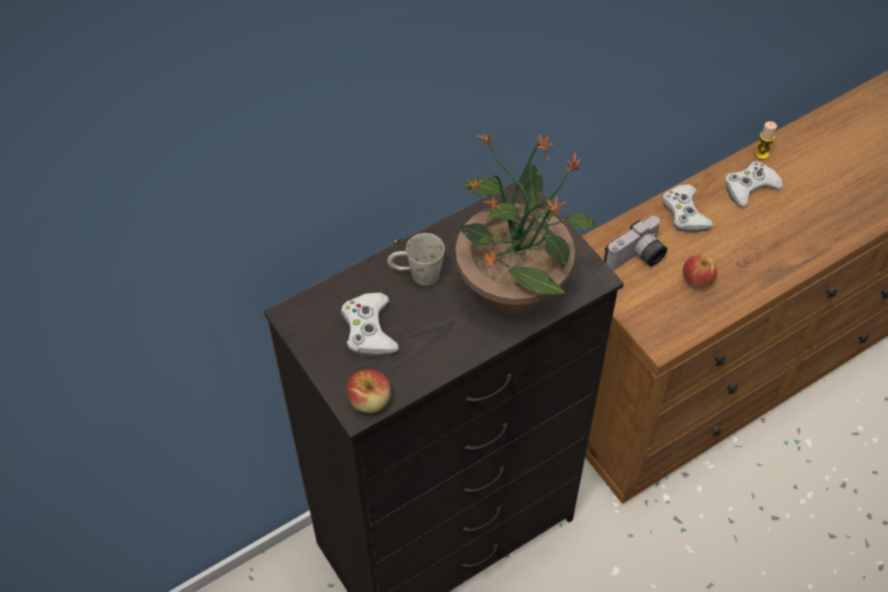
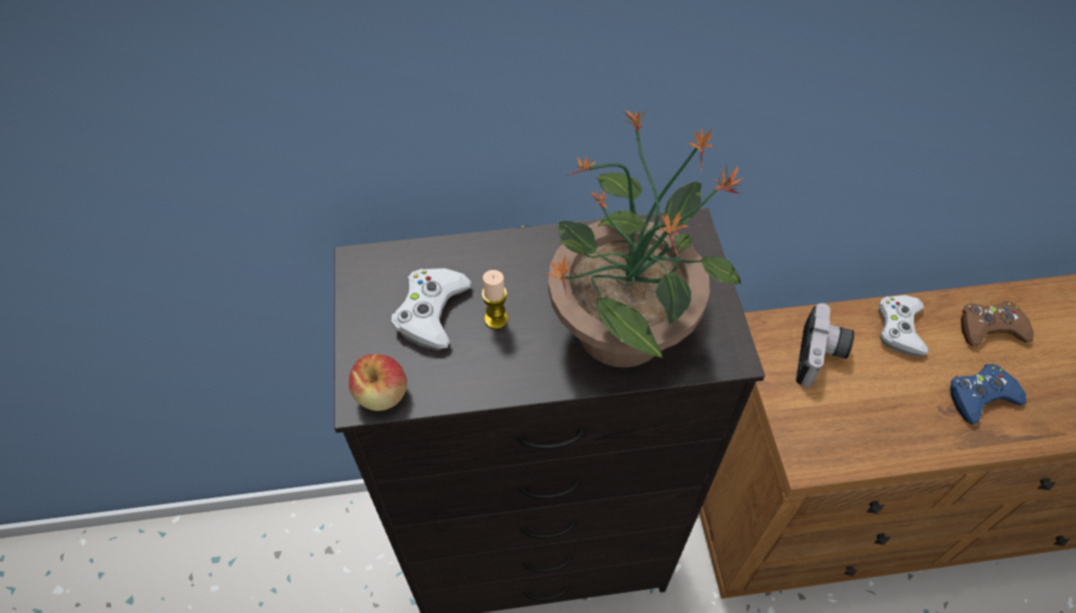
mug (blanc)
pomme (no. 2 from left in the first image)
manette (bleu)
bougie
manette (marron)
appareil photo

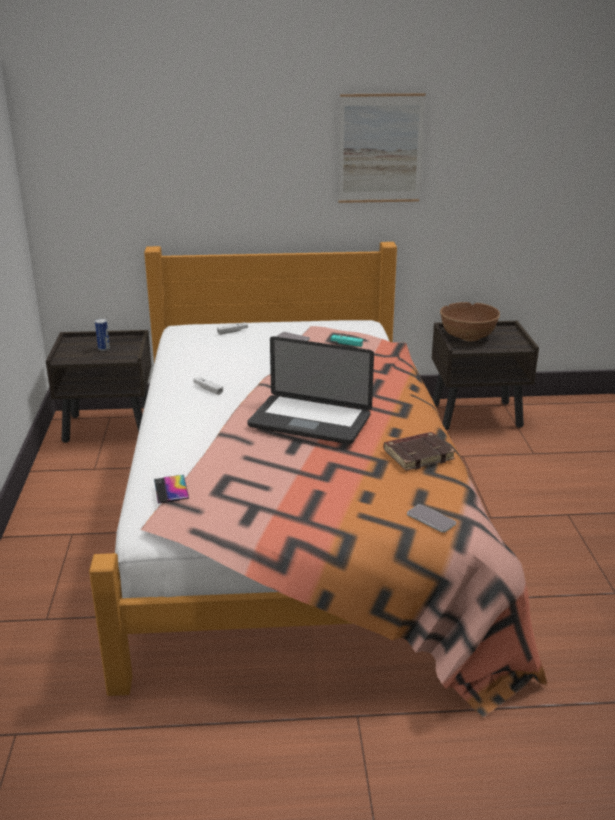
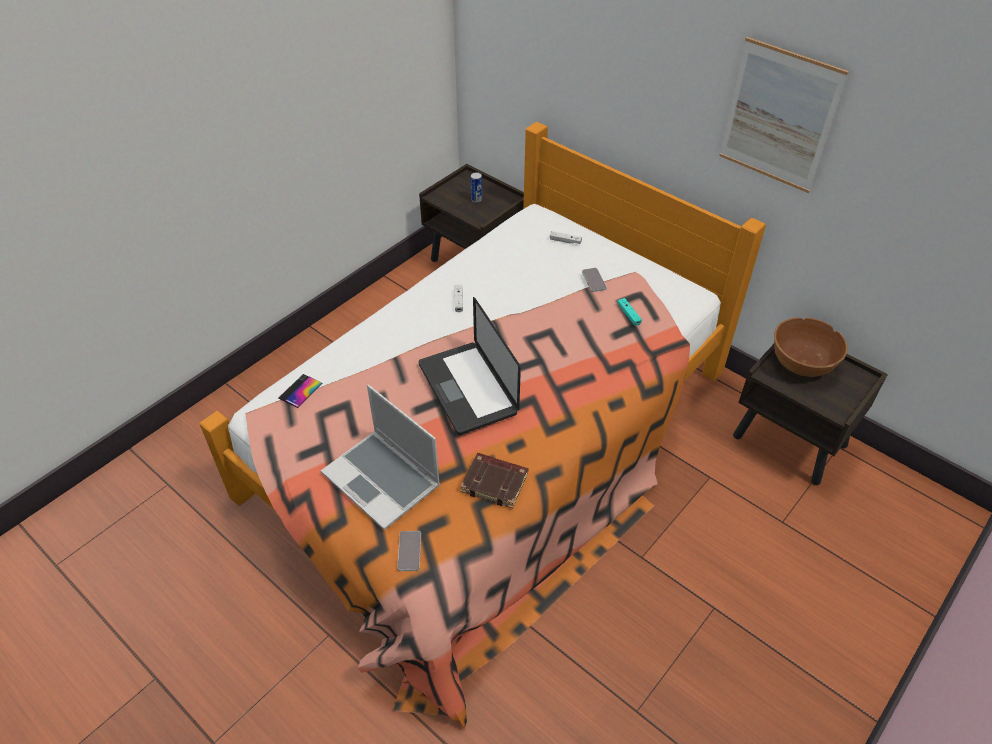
ordinateur portable (no. 1 from left)

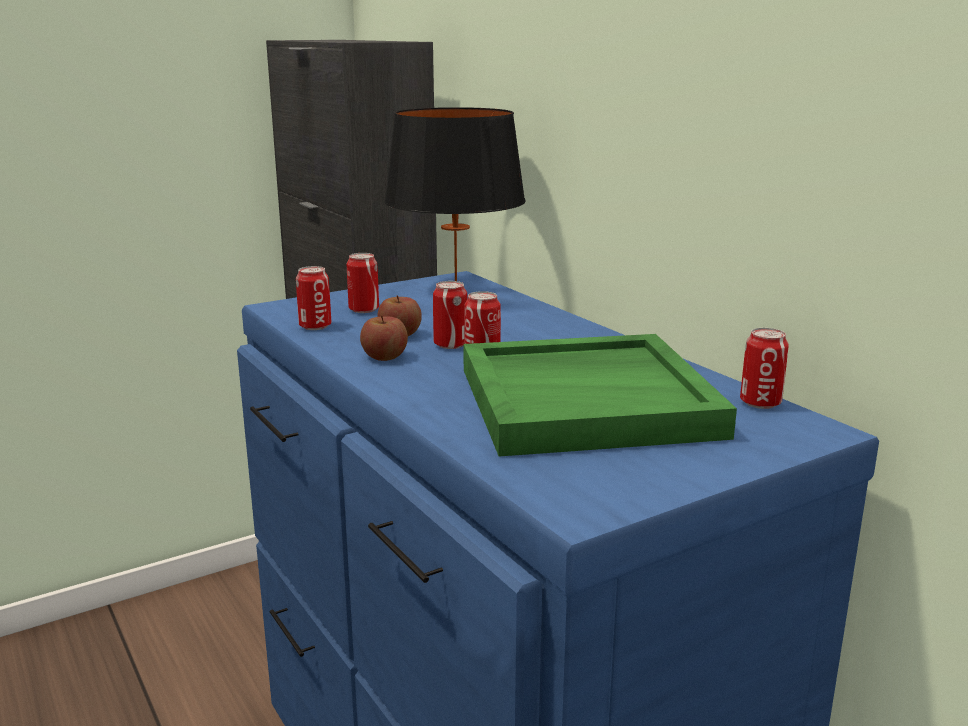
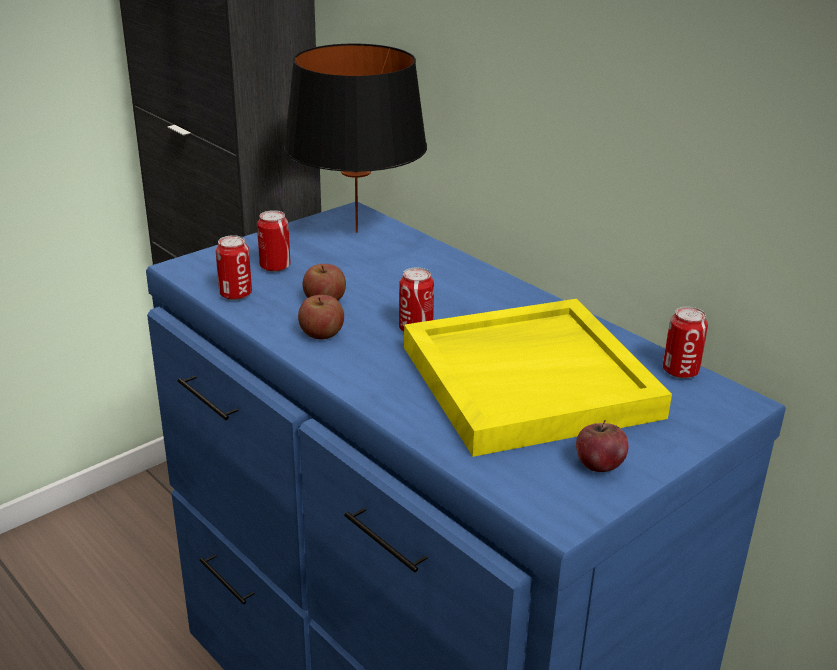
boîte métallique (no. 3 from left in the first image)
pomme (no. 3 from left)
plateau (jaune)

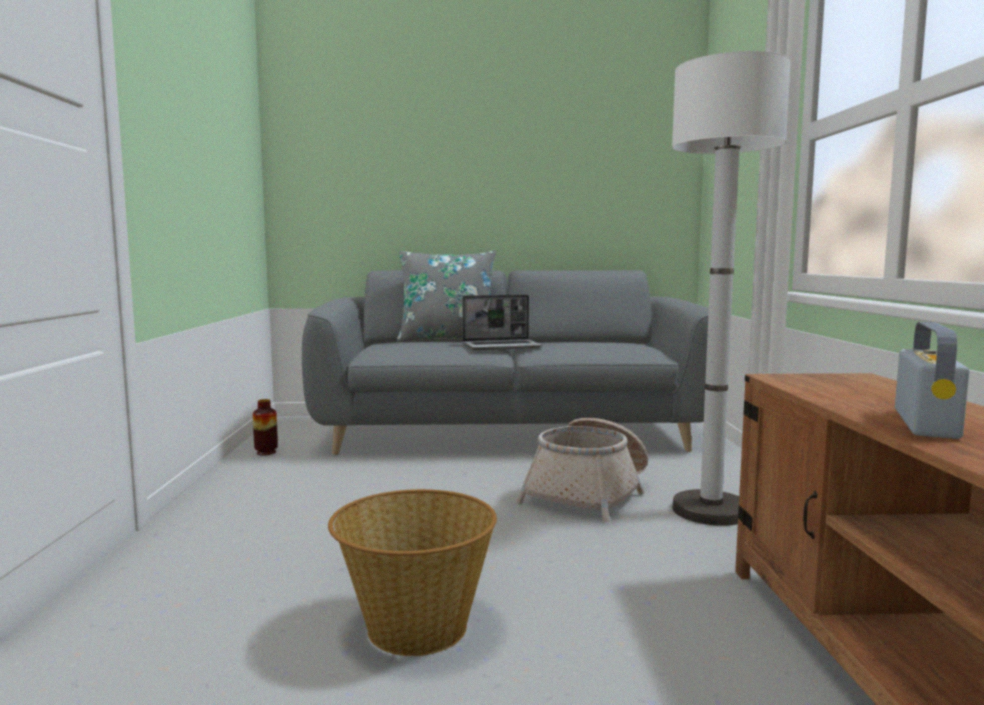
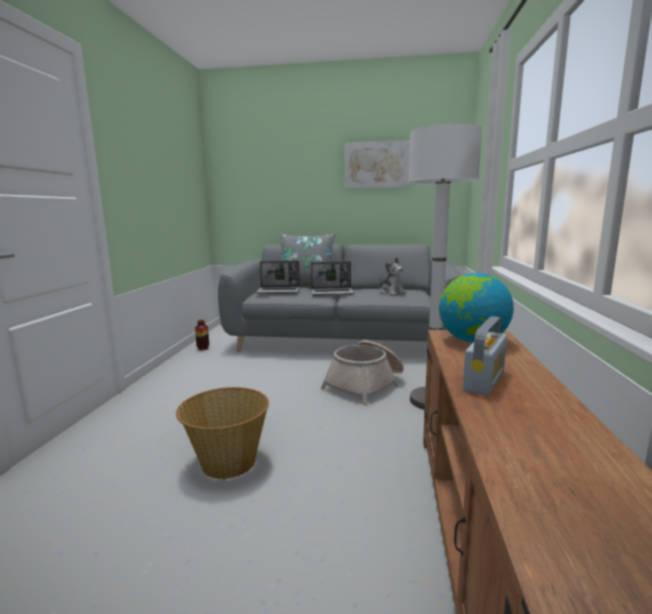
ordinateur portable (no. 1 from left)
tableau
peluche
globe

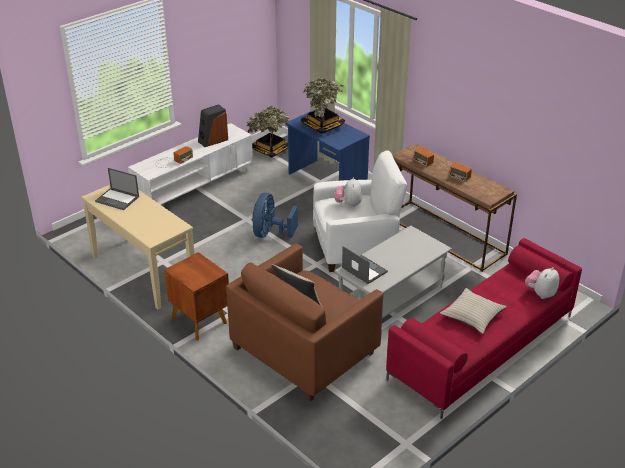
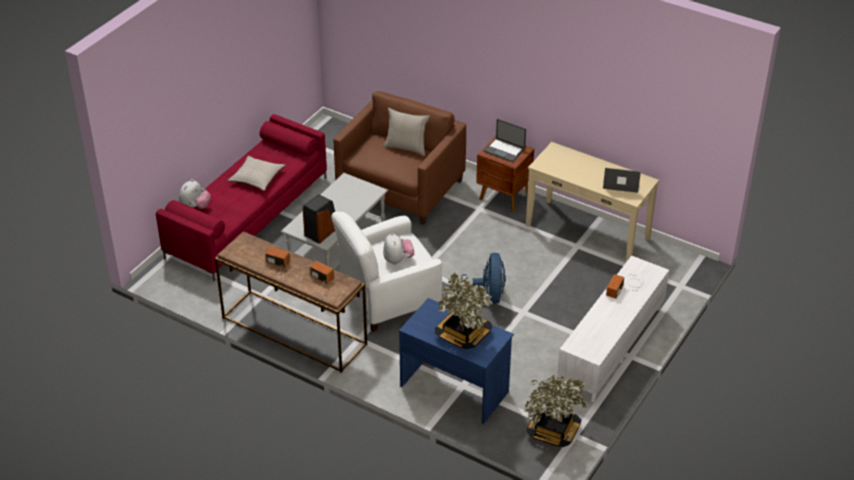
enceinte
ordinateur portable (no. 1 from left)

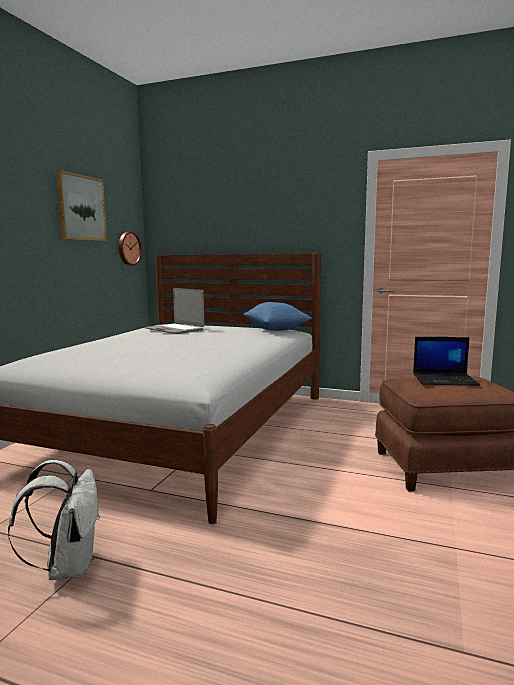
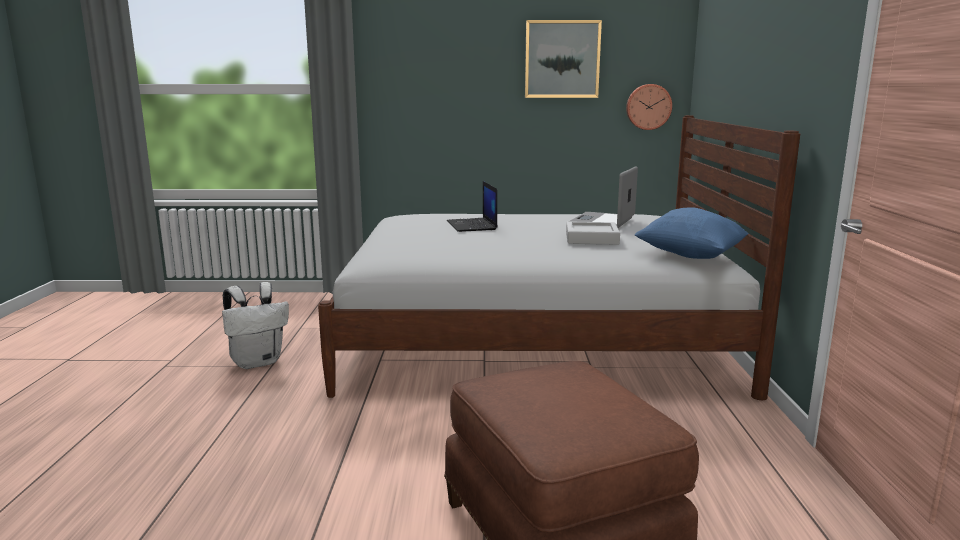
plateau (gris)
ordinateur portable (no. 1 from left)

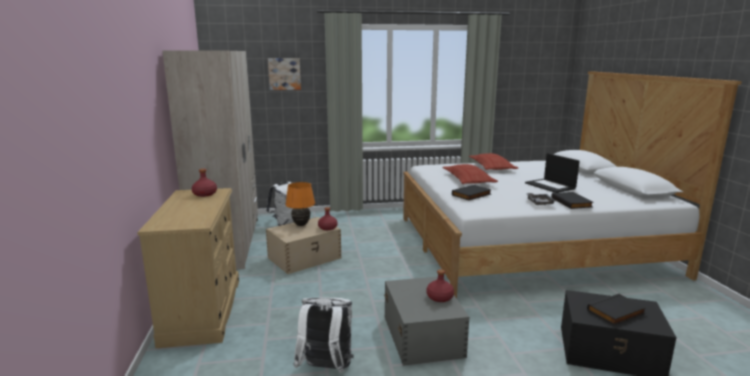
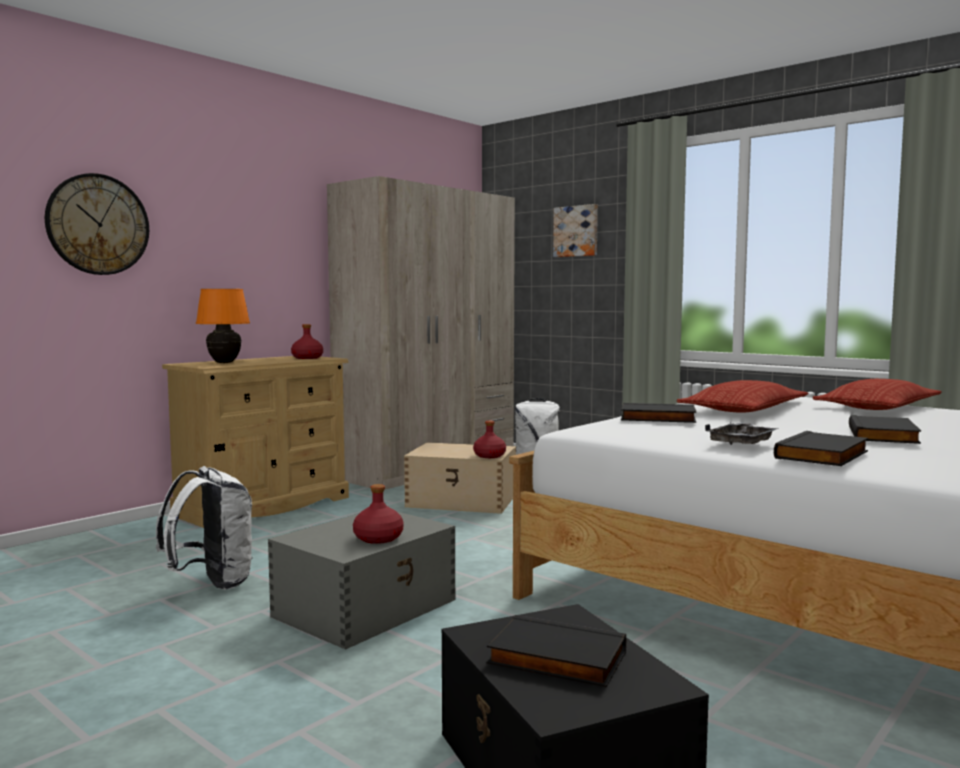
horloge murale
lampe de table (orange)
livre (noir) (no. 4 from left)

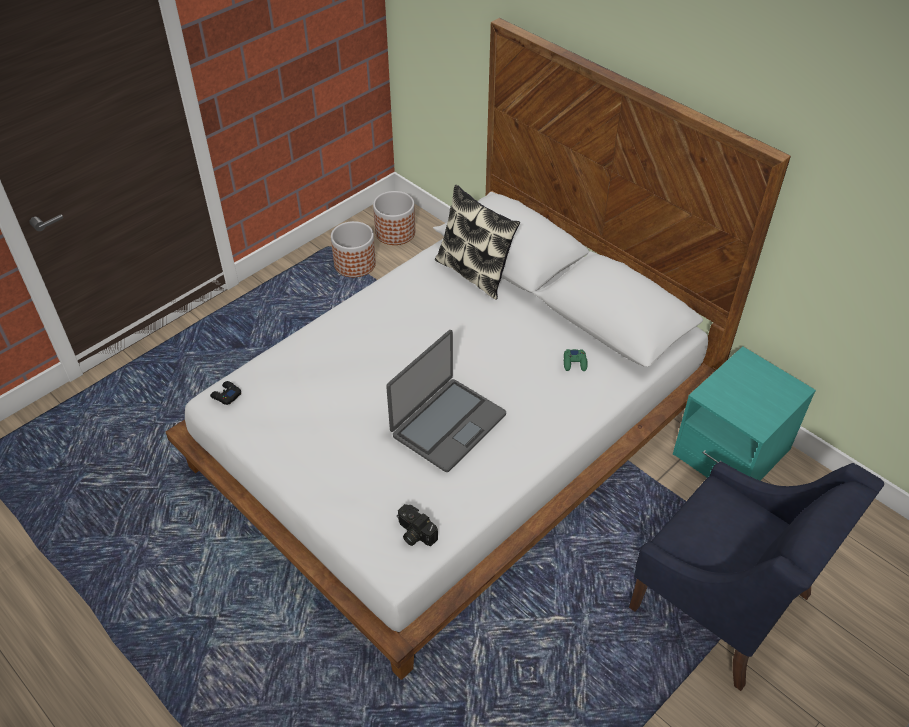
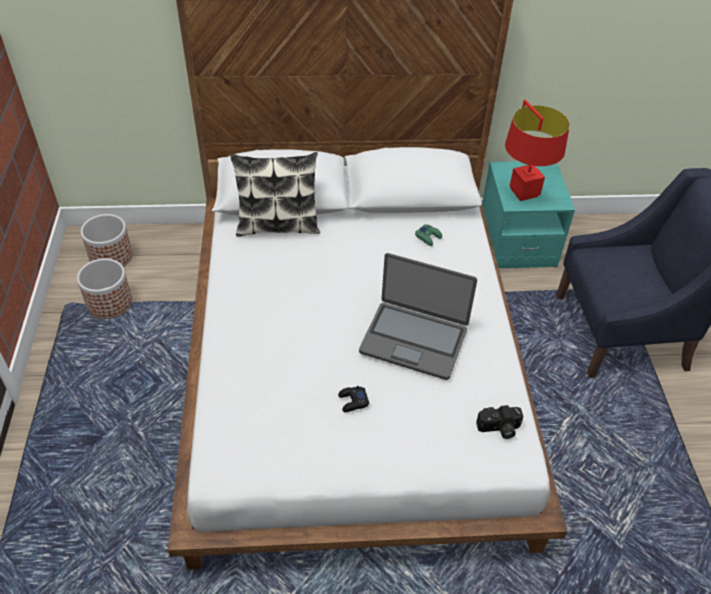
lampe de table (rouge)
manette (noir)
ordinateur portable

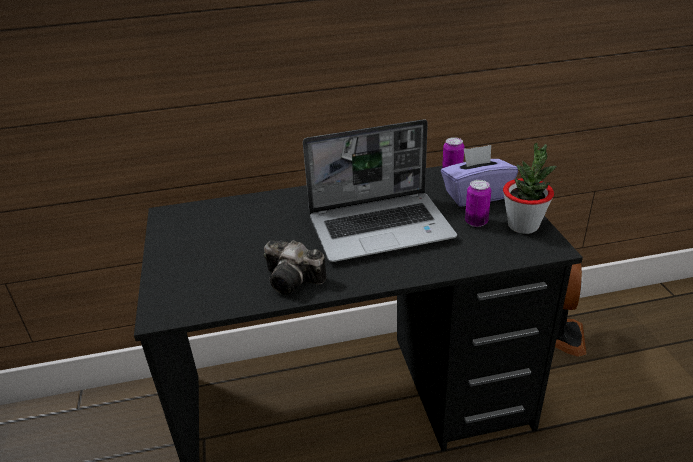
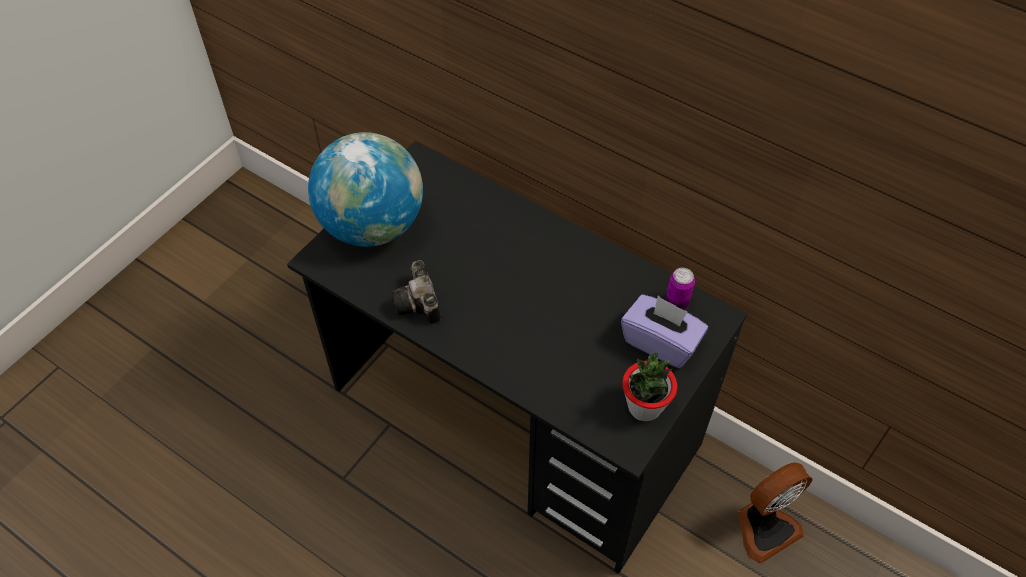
ordinateur portable
boîte métallique (no. 2 from left in the first image)
globe

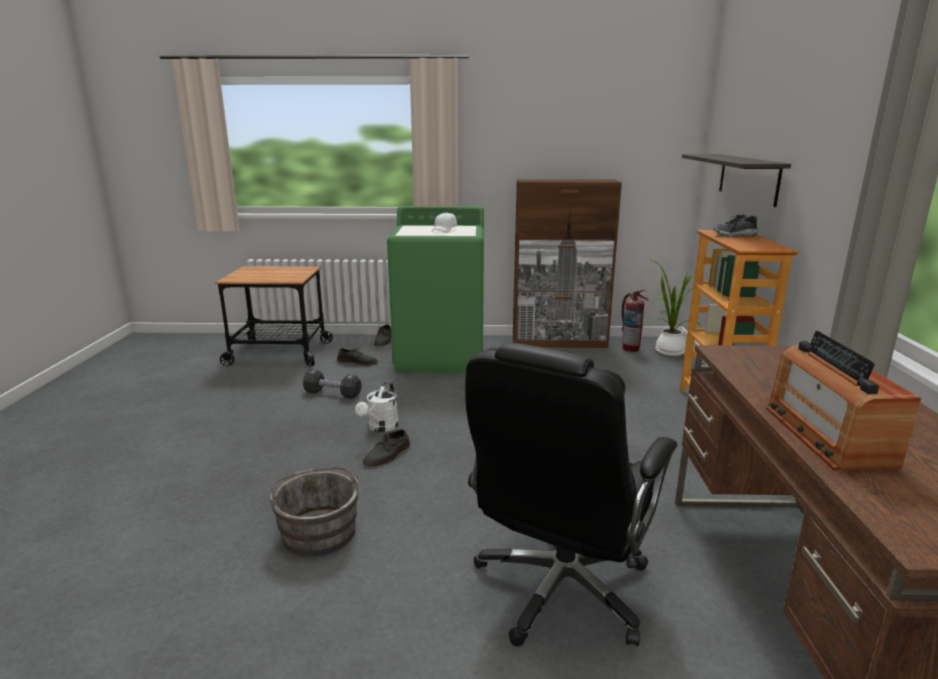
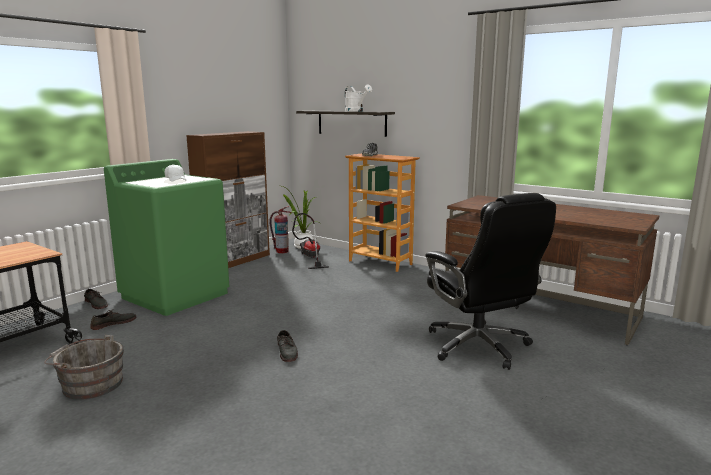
haltère (noir)
radio
aspirateur
seau (gris)
arrosoir (blanc)

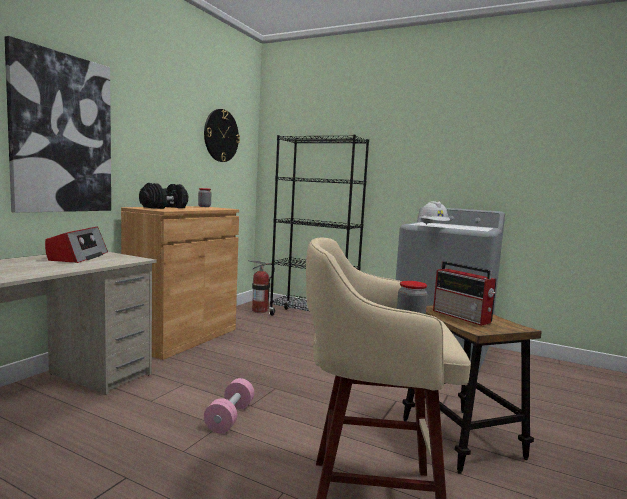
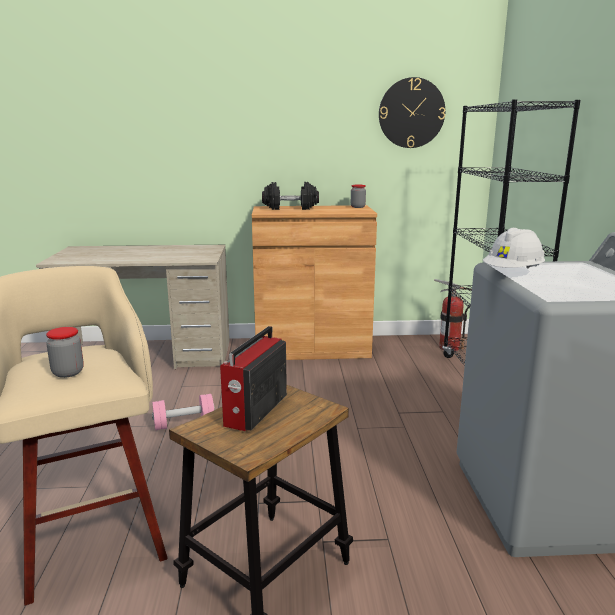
tableau
radio (no. 1 from left in the first image)

